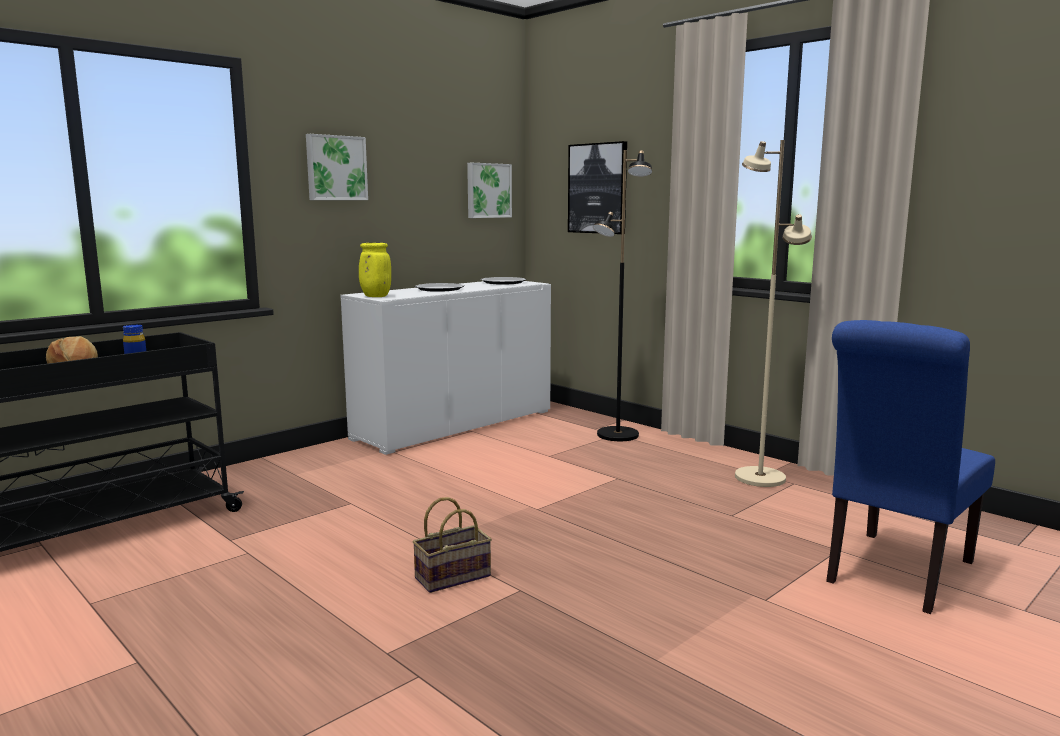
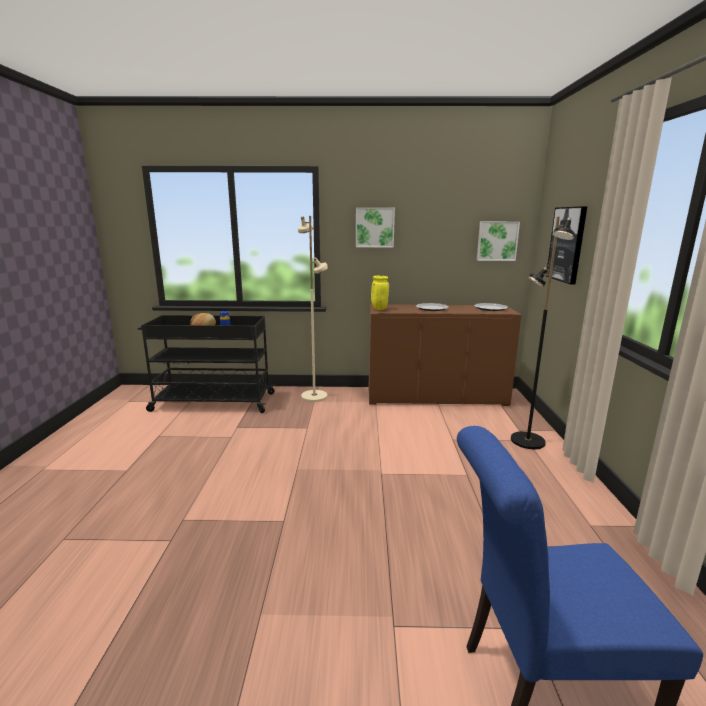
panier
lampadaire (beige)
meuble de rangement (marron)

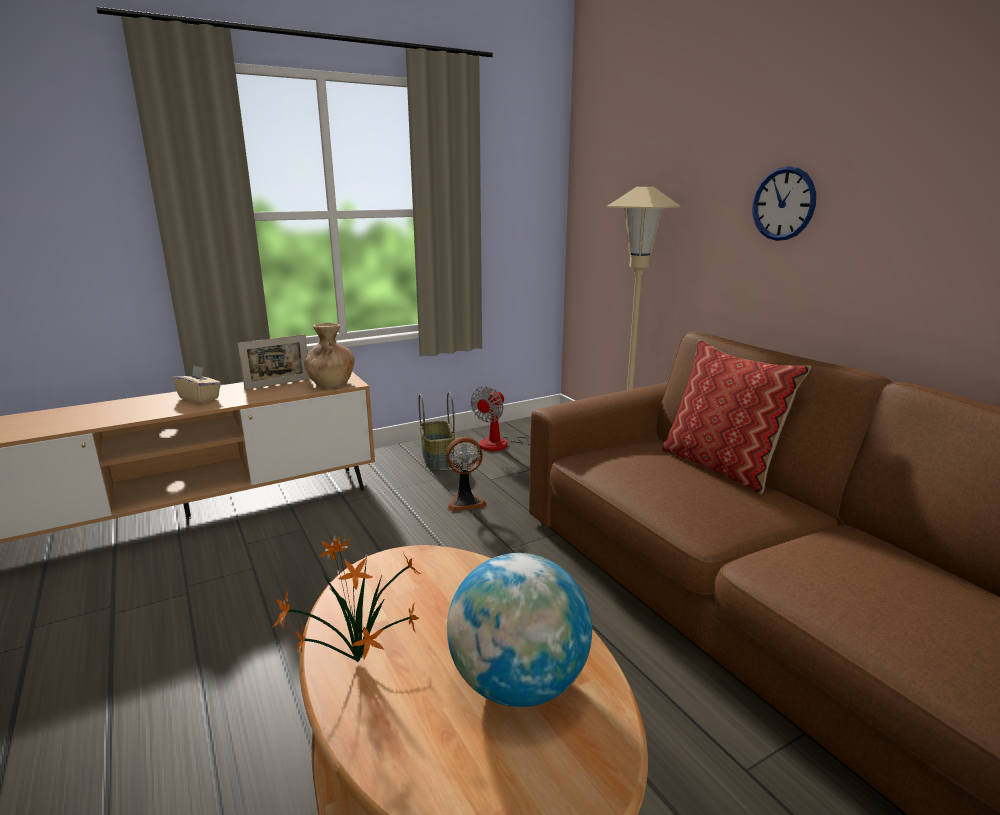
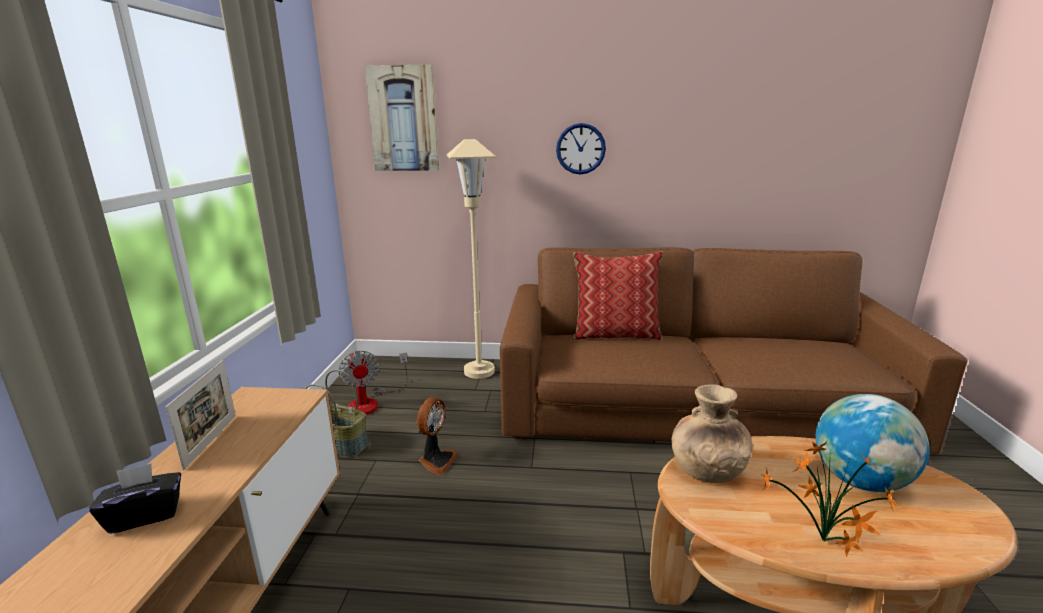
tableau
vase (marron)
boîte à mouchoirs (noir)

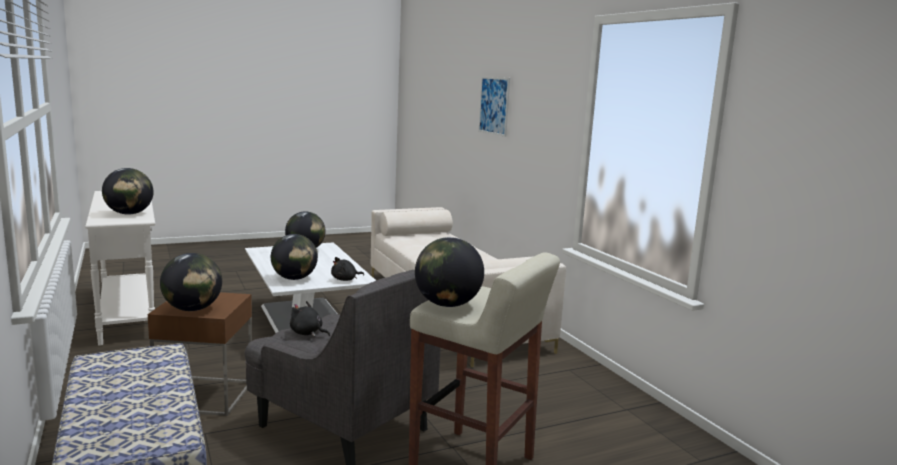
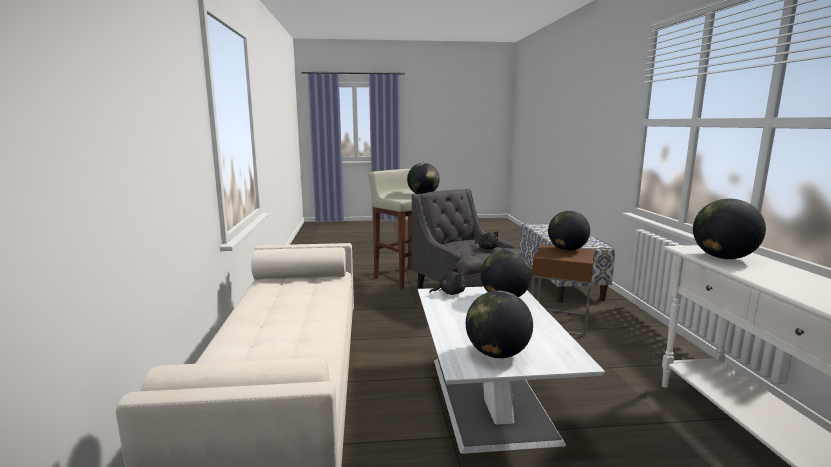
tableau

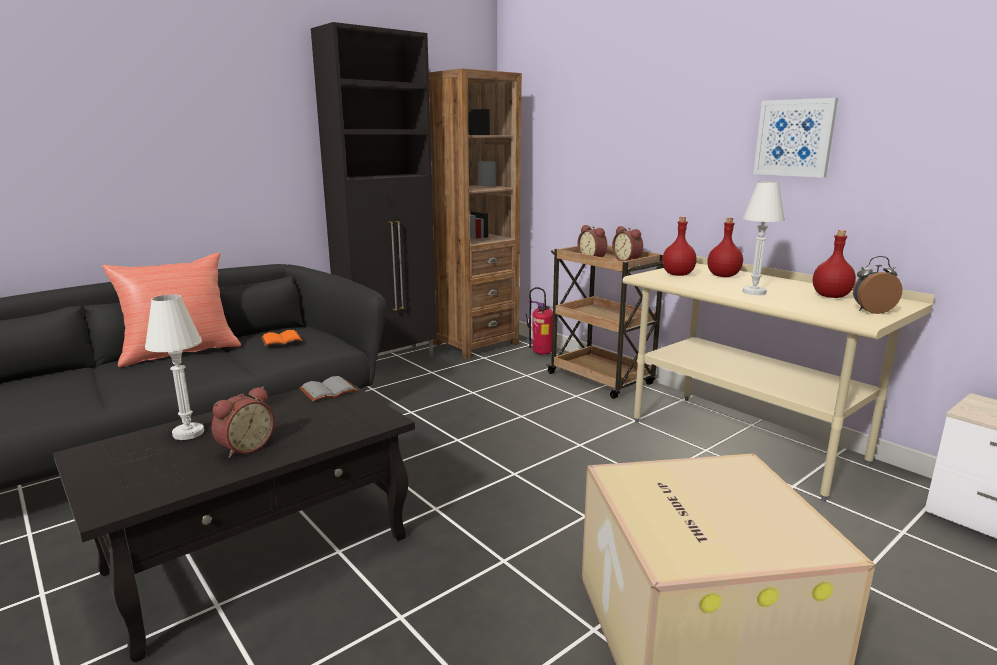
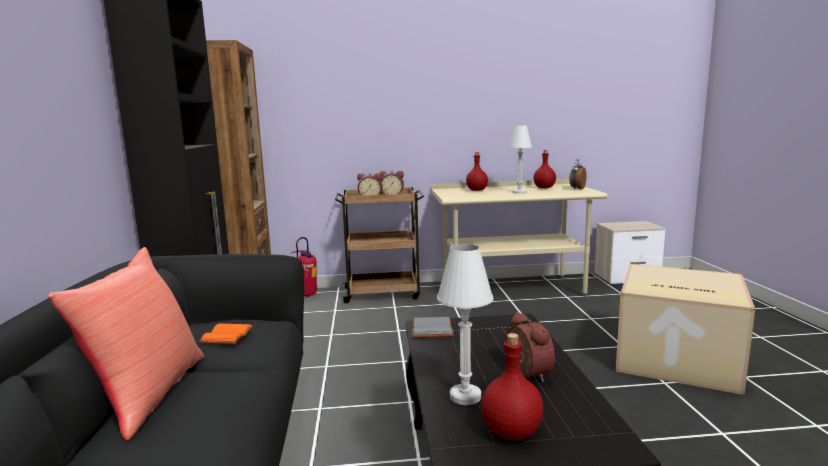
tableau
bouteille (rouge) (no. 2 from left)

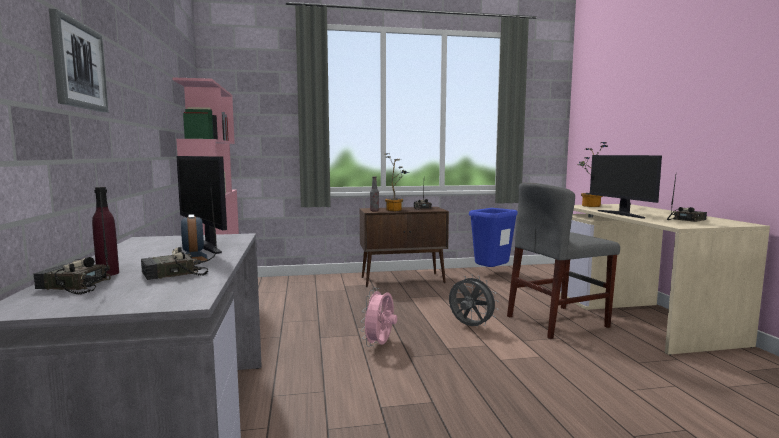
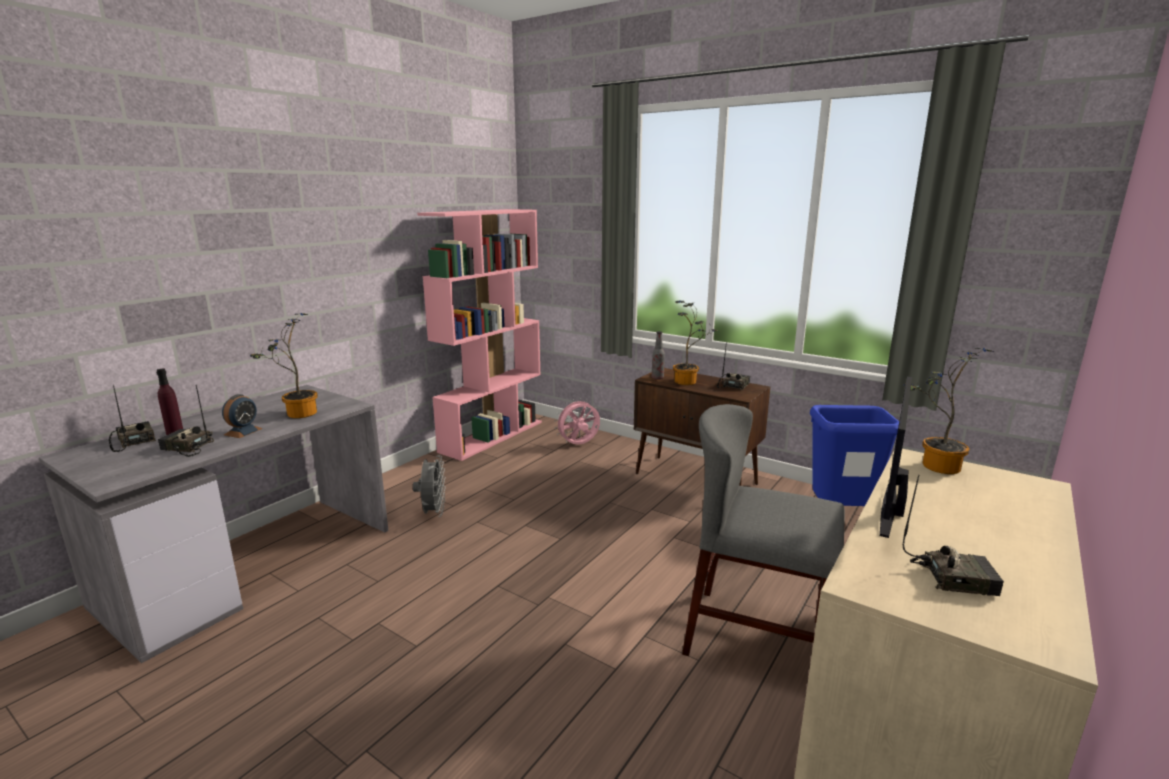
tableau
ventilateur (rose)
ventilateur (gris)
plante en pot (no. 1 from left)

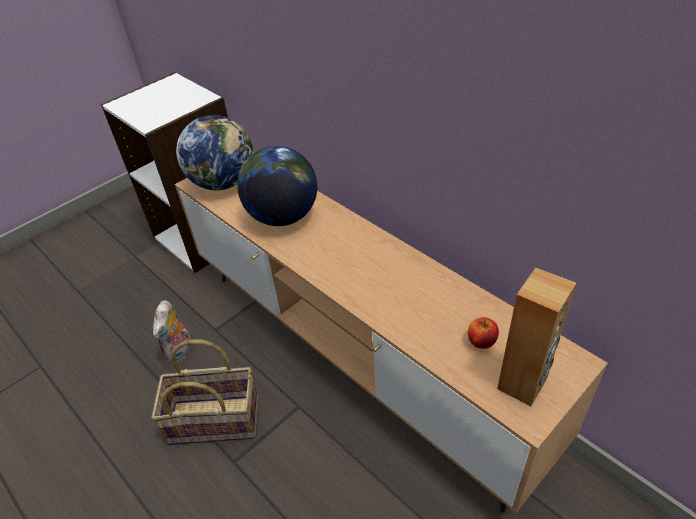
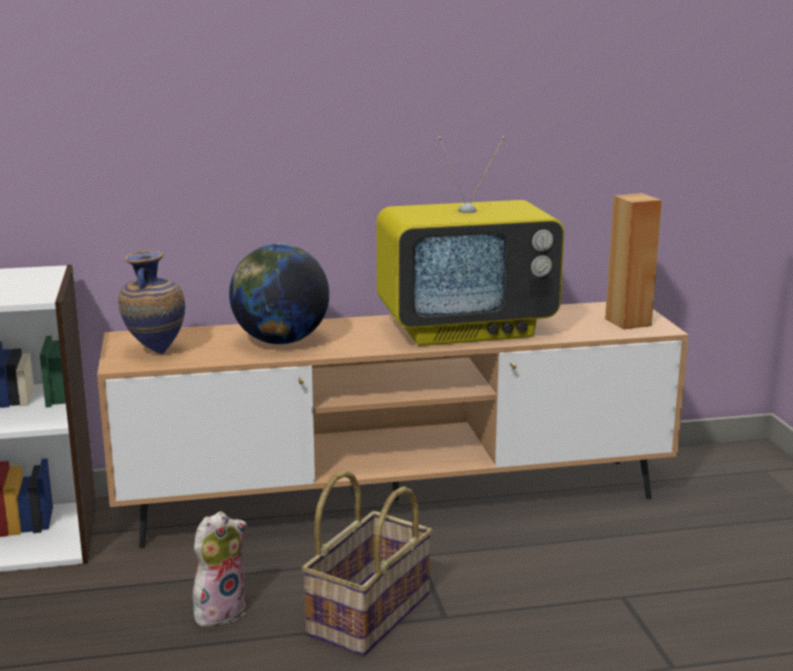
pomme
téléviseur
vase
peluche

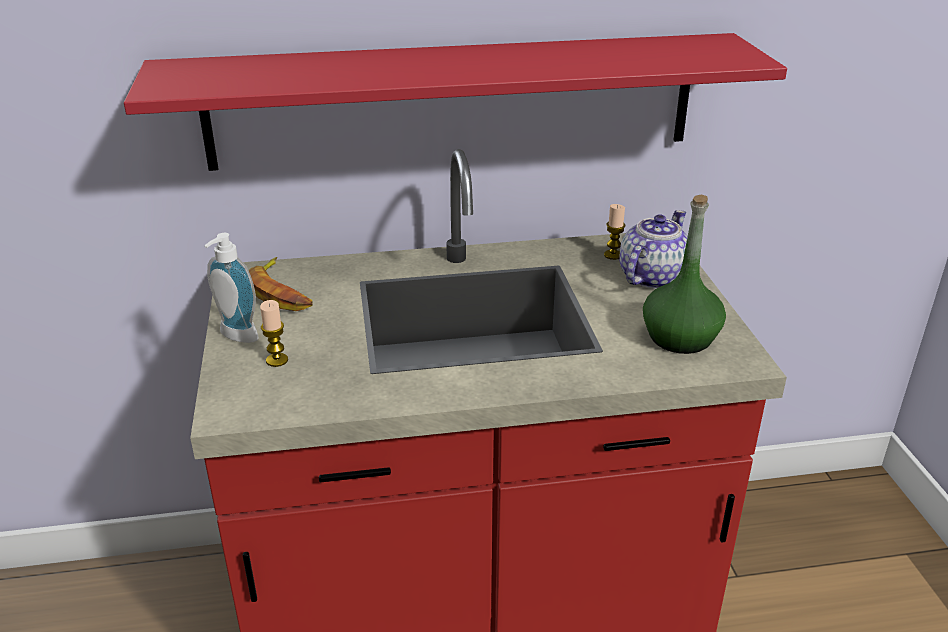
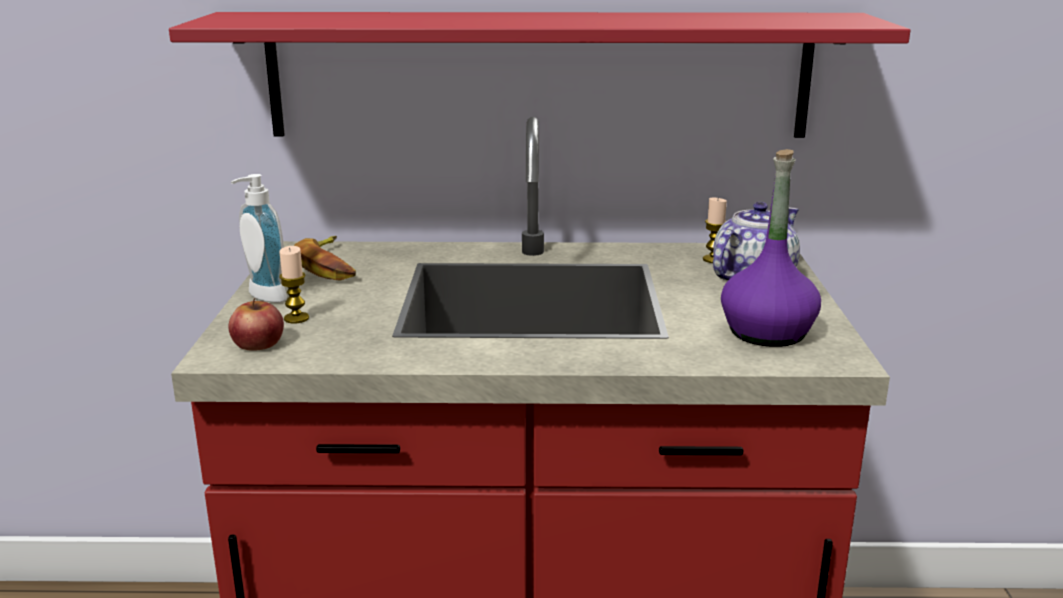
pomme
bouteille (violet)

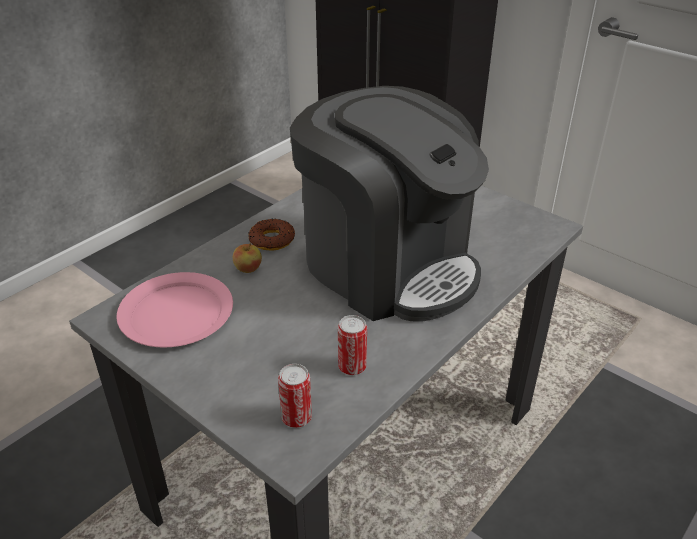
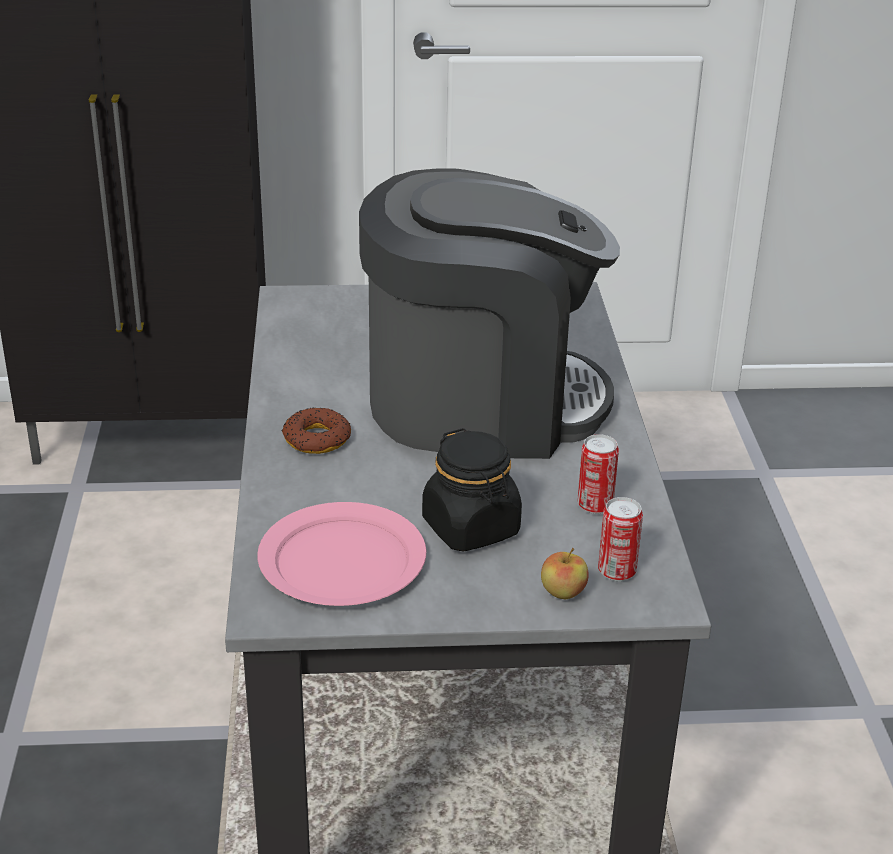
bocal (noir)
pomme

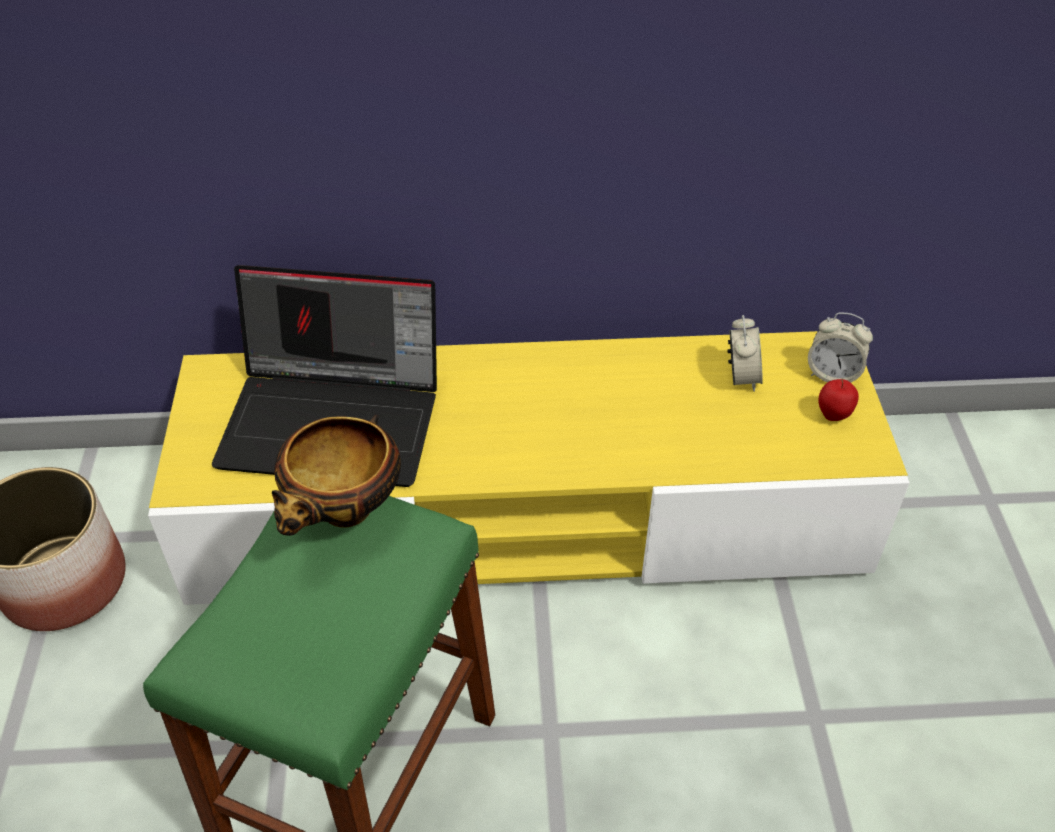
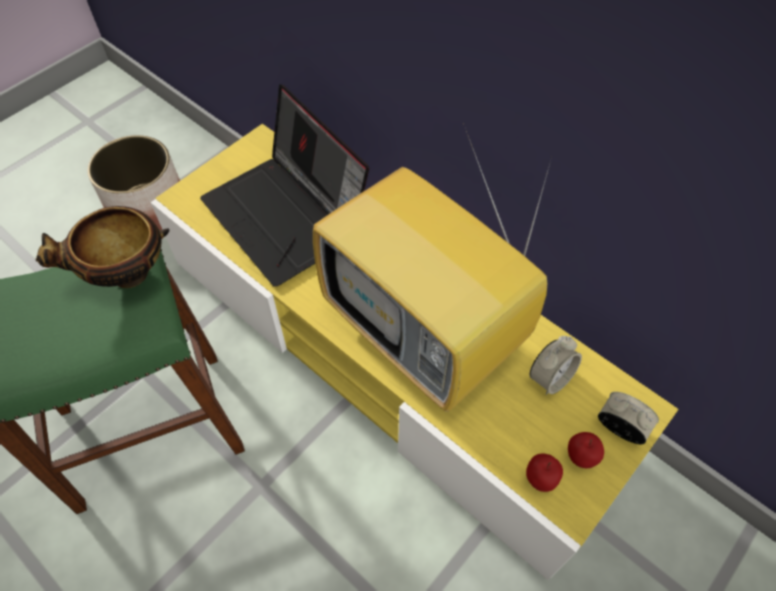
téléviseur
pomme (no. 1 from left)
réveil (no. 2 from left)

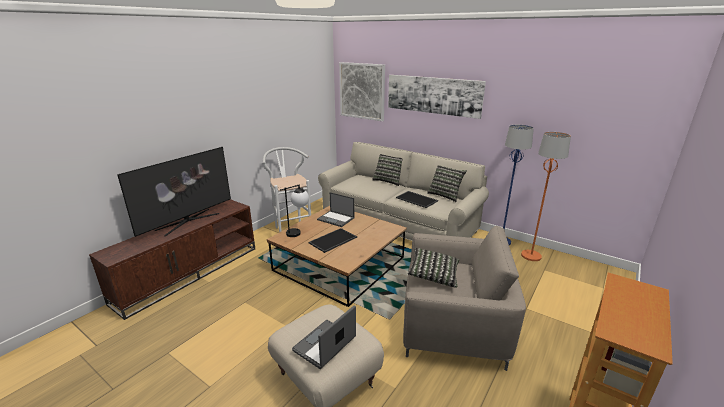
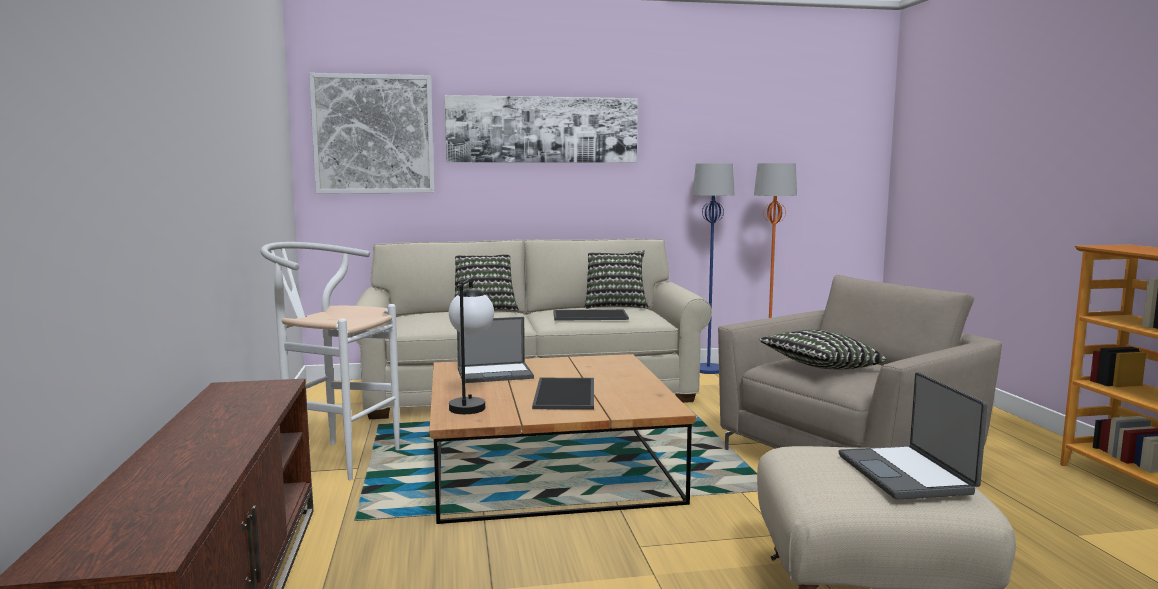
téléviseur

